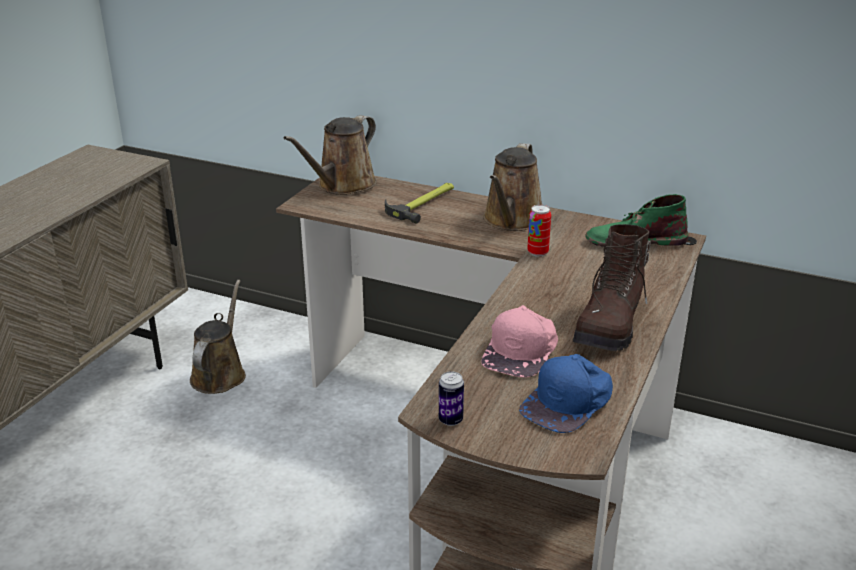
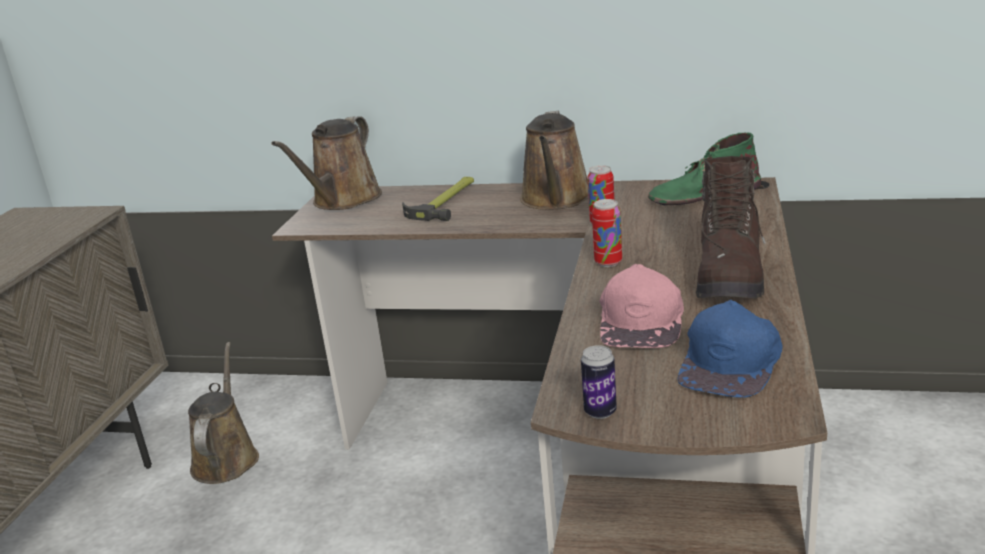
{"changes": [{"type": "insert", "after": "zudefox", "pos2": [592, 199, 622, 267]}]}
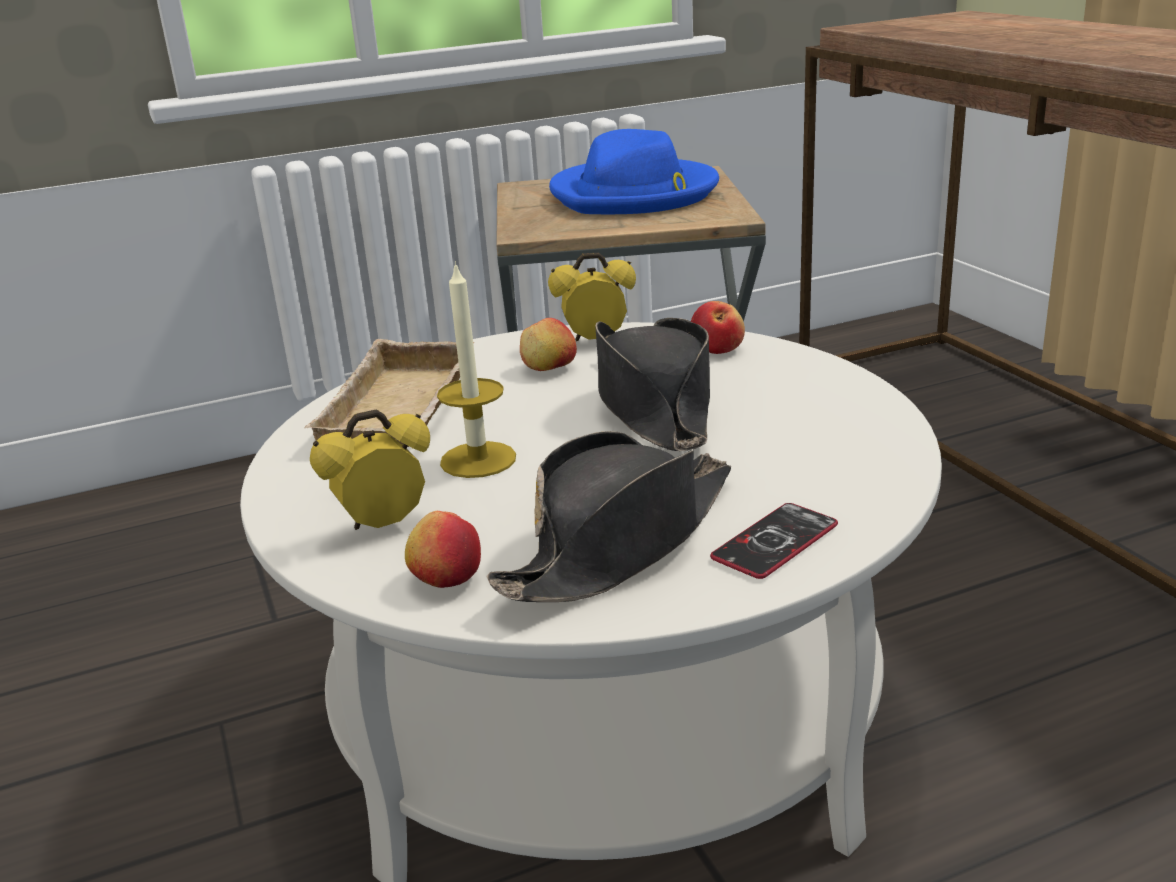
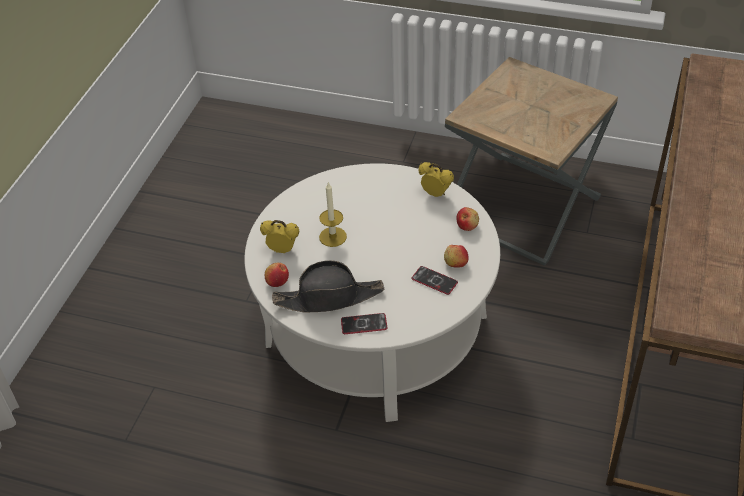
{"changes": [{"type": "insert", "after": "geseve", "pos2": [411, 266, 458, 295]}, {"type": "move", "before": "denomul", "pos1": [520, 318, 577, 371], "pos2": [444, 245, 469, 268]}, {"type": "delete", "before": "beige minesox", "pos1": [304, 339, 474, 447]}, {"type": "delete", "before": "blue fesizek", "pos1": [549, 129, 719, 214]}, {"type": "delete", "before": "black fesizek", "pos1": [595, 318, 710, 451]}]}
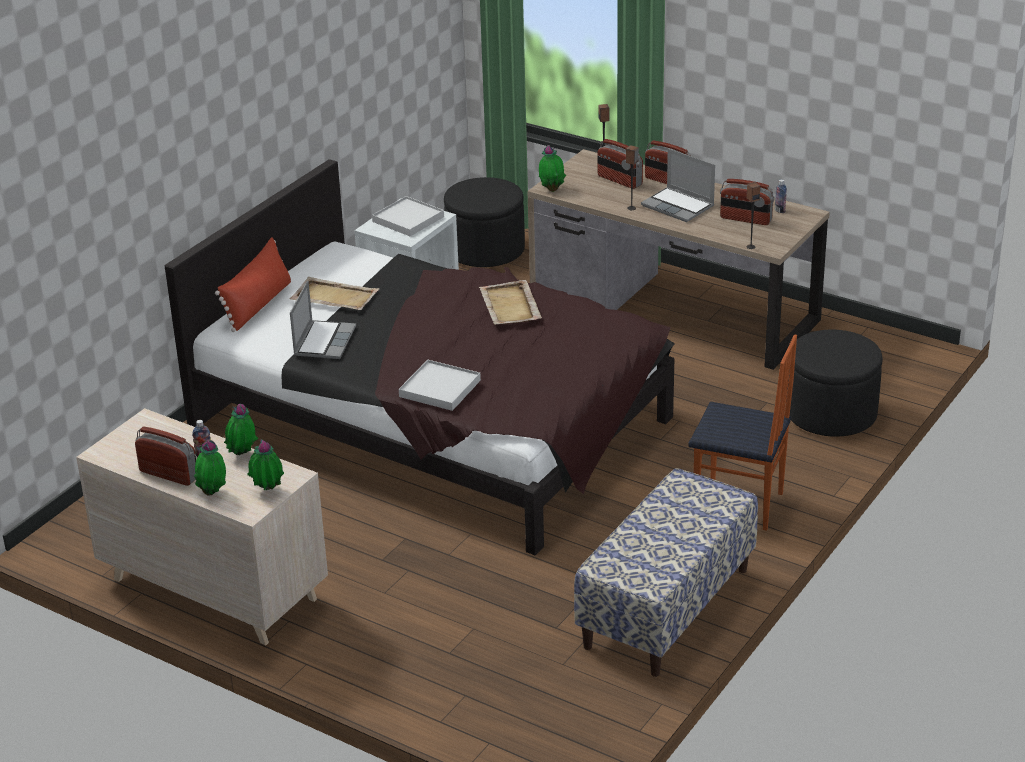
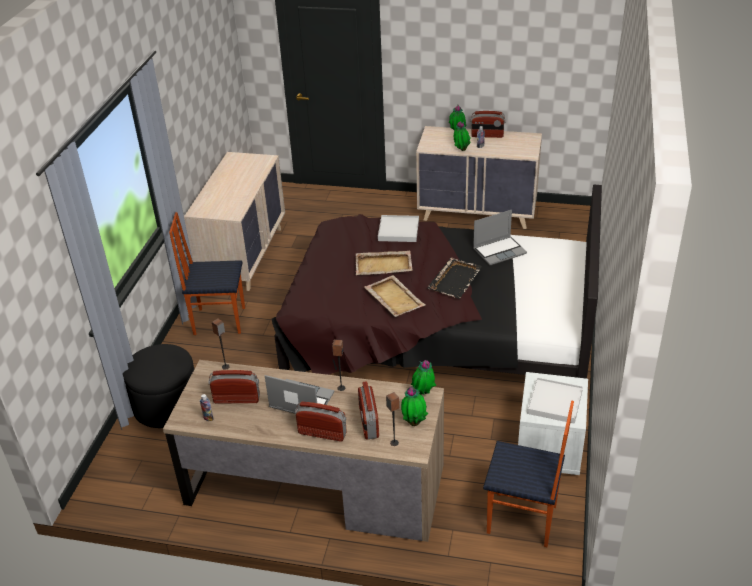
{"changes": [{"type": "replace", "before": "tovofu", "after": "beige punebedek", "pos1": [574, 468, 758, 677], "pos2": [184, 152, 285, 291]}, {"type": "move", "before": "beige minesox", "pos1": [290, 277, 379, 310], "pos2": [355, 251, 413, 275]}, {"type": "rotate", "before": "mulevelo", "pos1": [597, 139, 643, 189], "pos2": [358, 382, 379, 439], "turn": -120}, {"type": "move", "before": "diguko", "pos1": [247, 439, 284, 491], "pos2": [401, 386, 428, 426]}, {"type": "insert", "after": "black minesox", "pos2": [428, 257, 482, 299]}, {"type": "rotate", "before": "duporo", "pos1": [290, 280, 356, 359], "pos2": [473, 210, 527, 265], "turn": -105}, {"type": "replace", "before": "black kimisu", "after": "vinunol", "pos1": [444, 177, 525, 267], "pos2": [483, 401, 574, 547]}, {"type": "delete", "before": "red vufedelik", "pos1": [215, 237, 291, 332]}]}
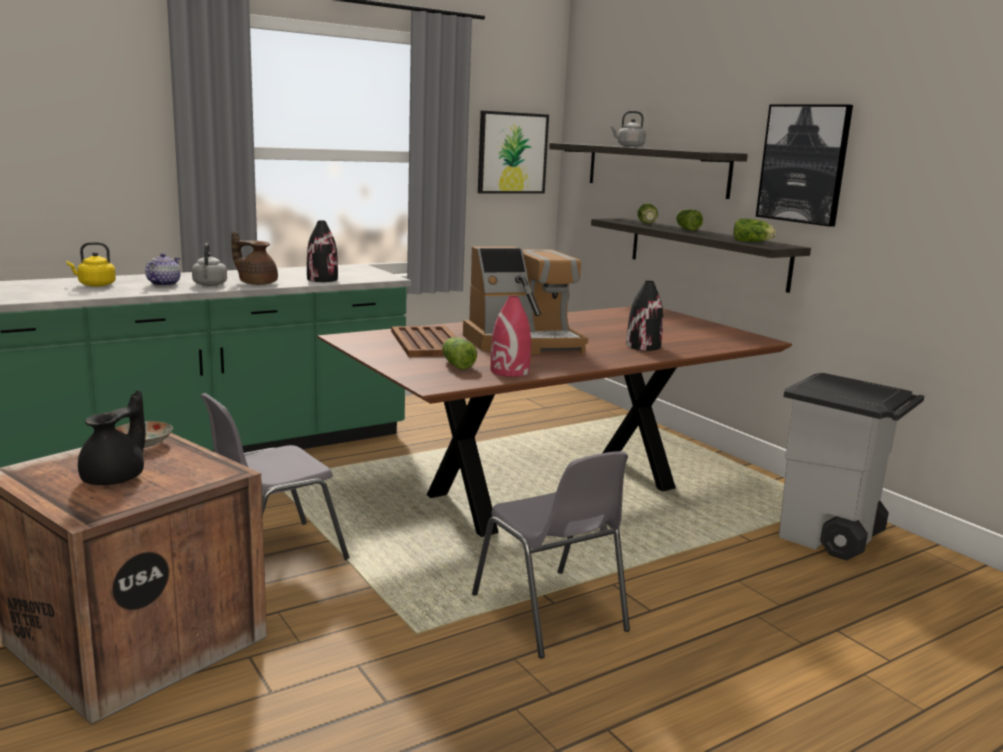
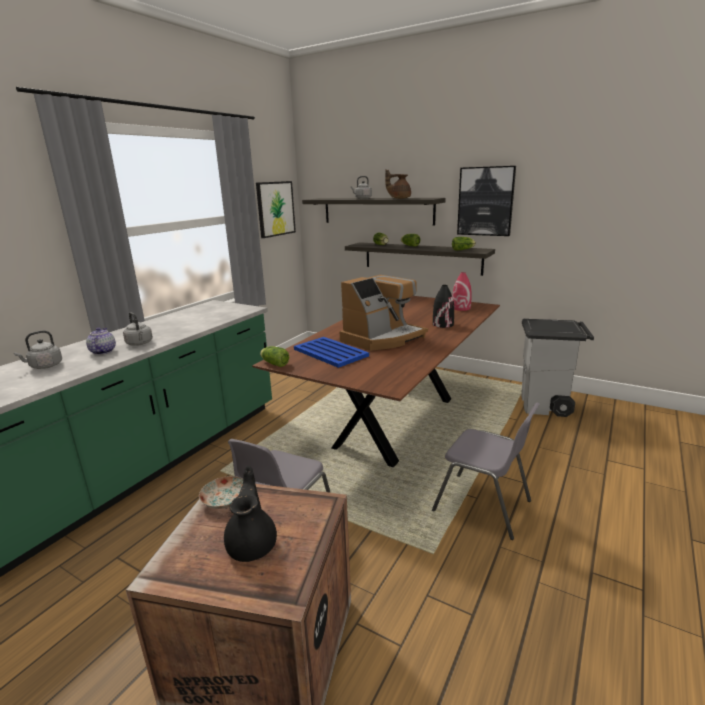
{"changes": [{"type": "recolor", "before": "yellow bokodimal", "after": "grey bokodimal", "pos1": [67, 242, 116, 287], "pos2": [14, 330, 62, 369]}, {"type": "move", "before": "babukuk", "pos1": [442, 337, 477, 369], "pos2": [260, 346, 289, 367]}, {"type": "recolor", "before": "brown minesox", "after": "blue minesox", "pos1": [391, 325, 458, 357], "pos2": [294, 337, 369, 368]}, {"type": "move", "before": "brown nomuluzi", "pos1": [231, 231, 278, 285], "pos2": [385, 169, 411, 199]}, {"type": "move", "before": "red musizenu", "pos1": [490, 296, 531, 377], "pos2": [452, 272, 471, 311]}, {"type": "delete", "before": "black musizenu", "pos1": [307, 221, 338, 282]}]}
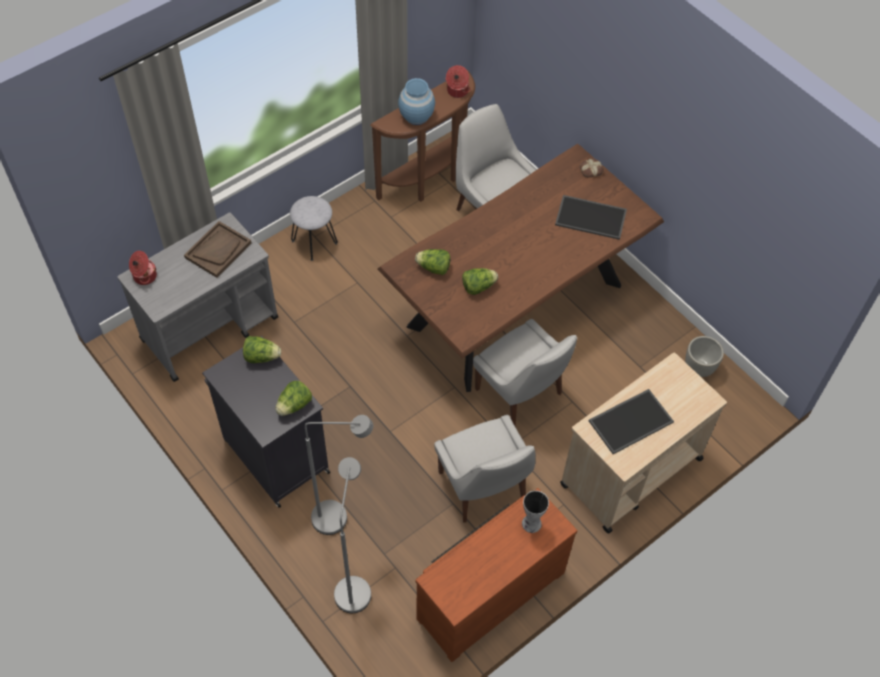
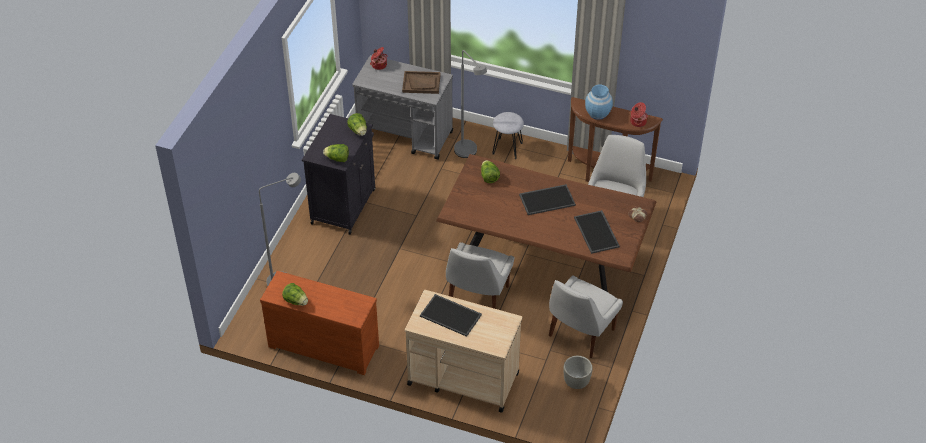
{"changes": [{"type": "move", "before": "babukuk", "pos1": [462, 268, 498, 295], "pos2": [282, 283, 308, 306]}, {"type": "move", "before": "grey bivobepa", "pos1": [305, 415, 373, 535], "pos2": [454, 50, 487, 158]}, {"type": "insert", "after": "minesox", "pos2": [519, 184, 576, 215]}, {"type": "move", "before": "white vinunol", "pos1": [434, 415, 536, 523], "pos2": [549, 275, 623, 358]}, {"type": "delete", "before": "musizenu", "pos1": [522, 490, 549, 533]}]}
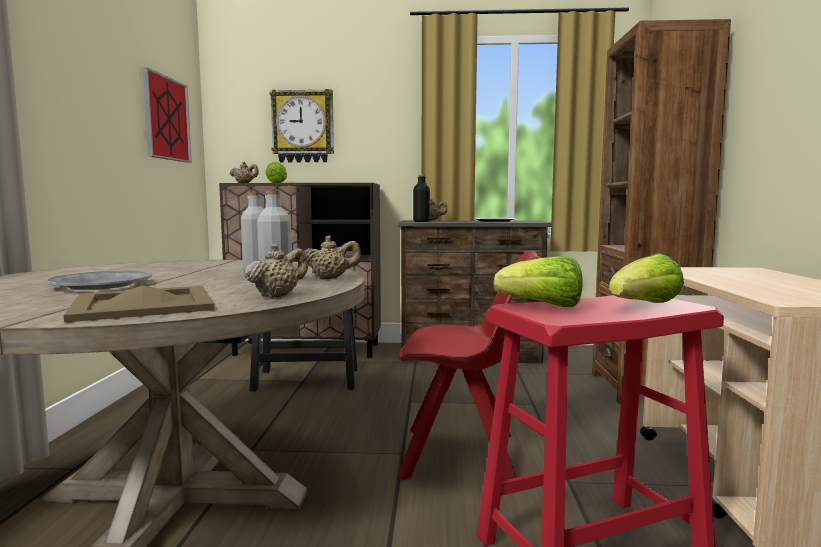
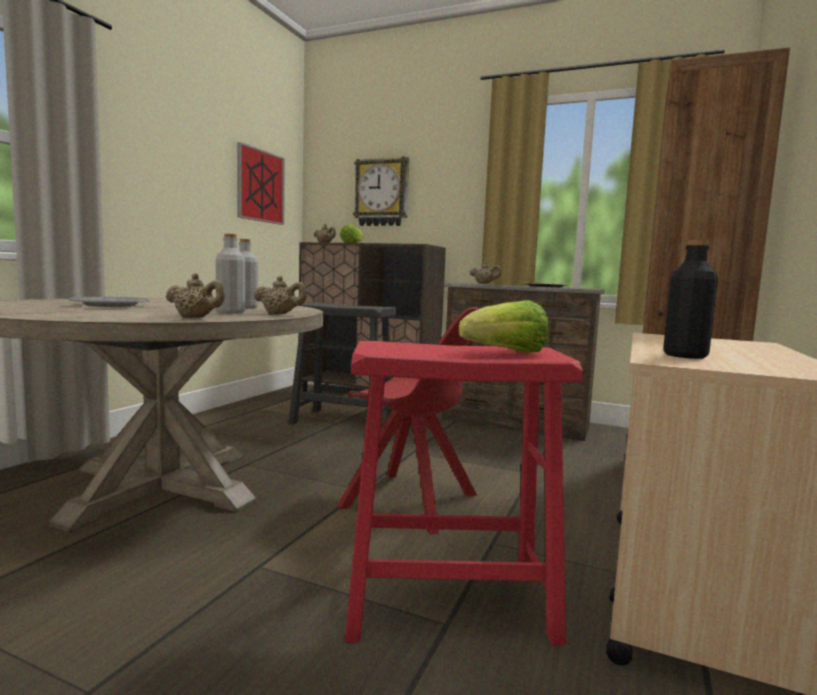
{"changes": [{"type": "rotate", "before": "beige nomuluzi", "pos1": [244, 243, 308, 298], "pos2": [165, 273, 225, 318], "turn": 45}, {"type": "move", "before": "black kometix", "pos1": [413, 174, 430, 222], "pos2": [663, 240, 718, 359]}, {"type": "delete", "before": "beige minesox", "pos1": [64, 285, 214, 323]}, {"type": "delete", "before": "babukuk", "pos1": [493, 256, 583, 307]}]}
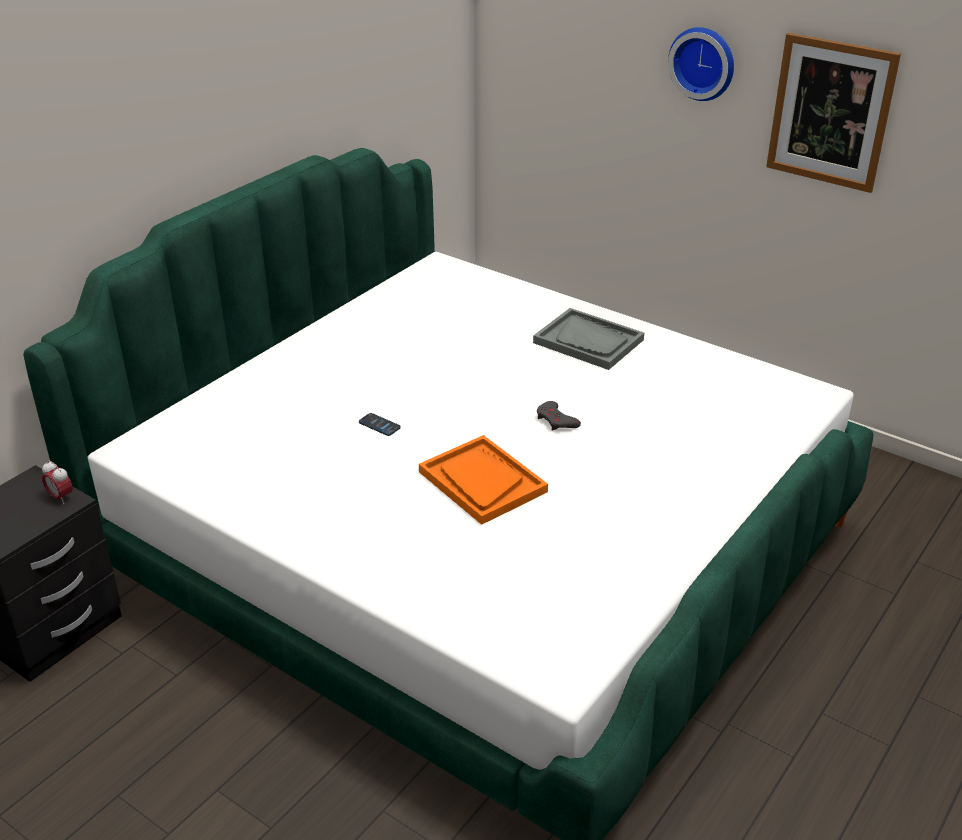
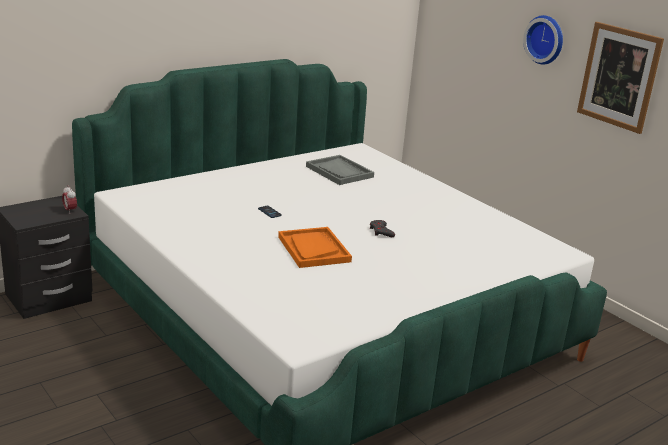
{"changes": [{"type": "move", "before": "grey minesox", "pos1": [533, 308, 644, 370], "pos2": [306, 155, 374, 185]}]}
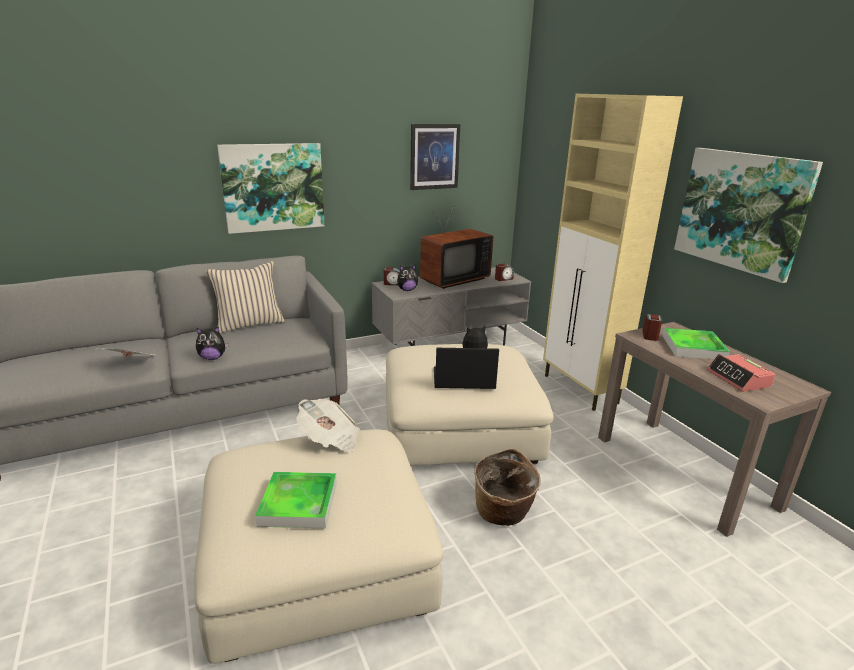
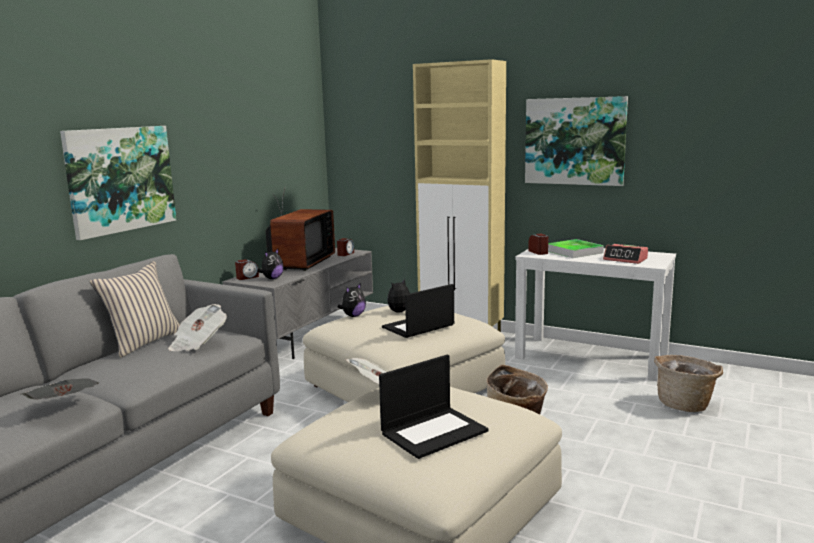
{"changes": [{"type": "insert", "after": "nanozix", "pos2": [168, 304, 227, 351]}, {"type": "move", "before": "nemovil", "pos1": [196, 326, 229, 360], "pos2": [338, 283, 366, 317]}, {"type": "replace", "before": "minesox", "after": "duporo", "pos1": [255, 472, 337, 528], "pos2": [379, 355, 488, 459]}, {"type": "recolor", "before": "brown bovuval", "after": "white bovuval", "pos1": [598, 322, 831, 537], "pos2": [515, 248, 676, 381]}, {"type": "insert", "after": "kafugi", "pos2": [654, 355, 723, 412]}, {"type": "delete", "before": "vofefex", "pos1": [410, 124, 460, 190]}]}
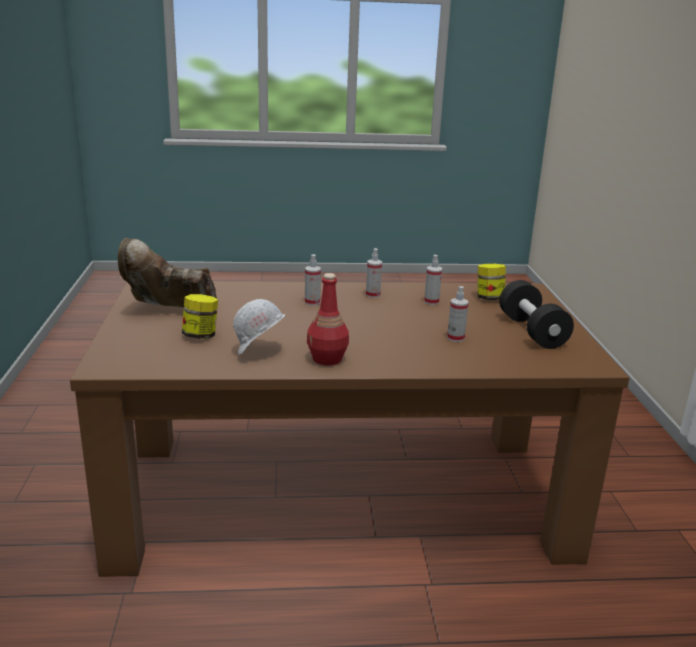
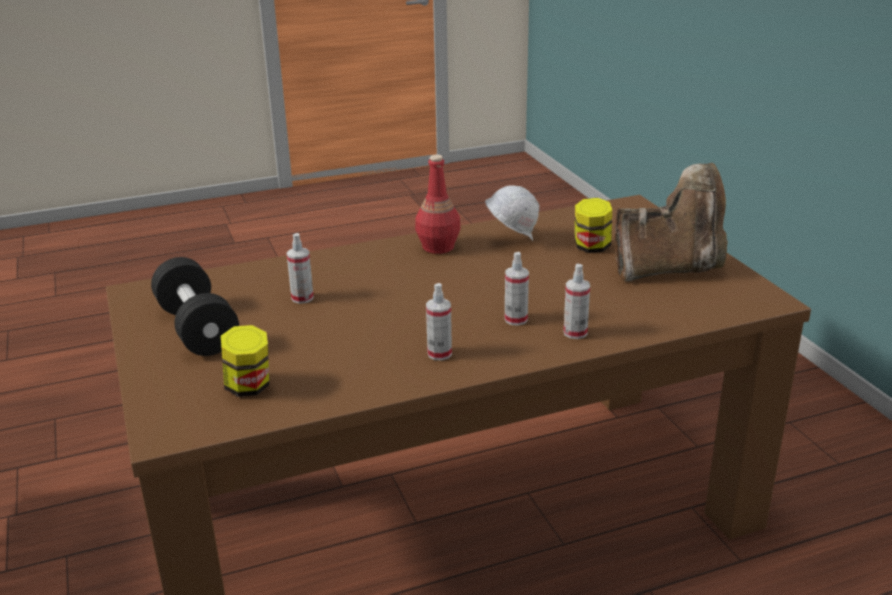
{"changes": [{"type": "move", "before": "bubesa", "pos1": [424, 255, 442, 305], "pos2": [564, 264, 590, 339]}]}
